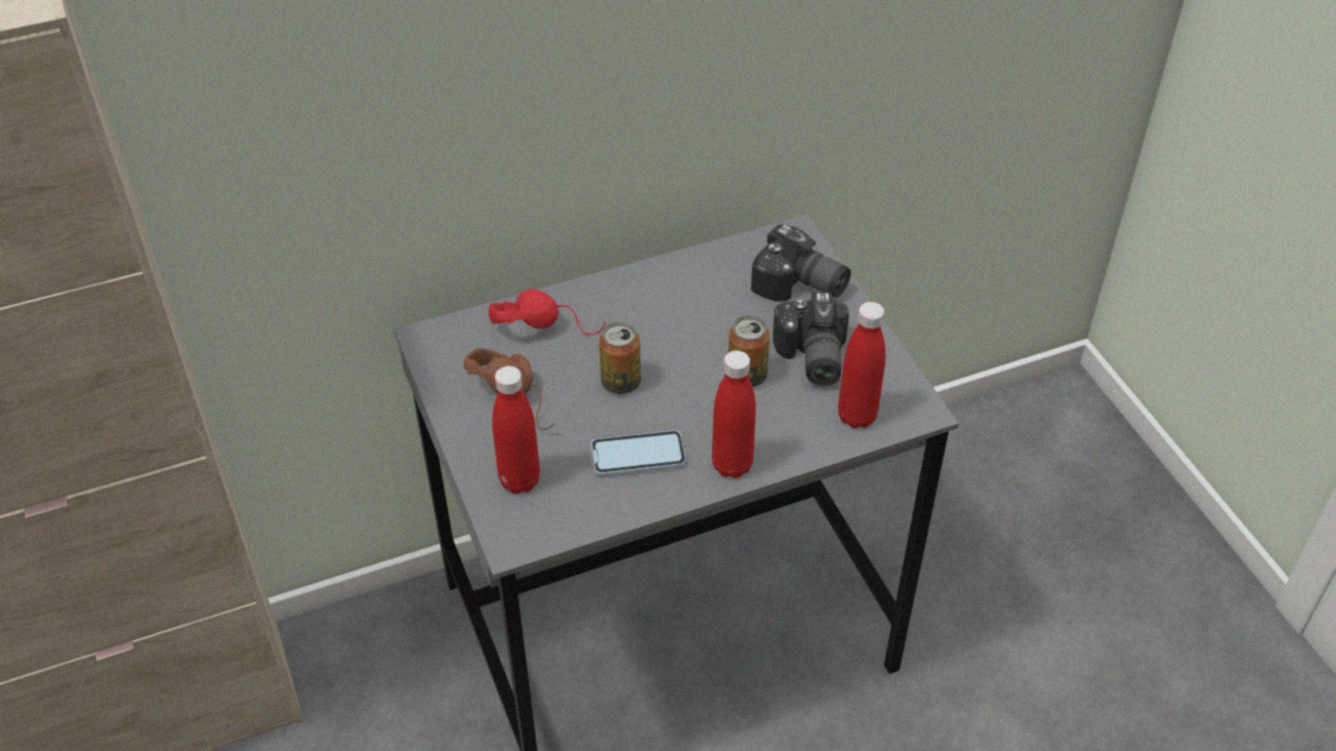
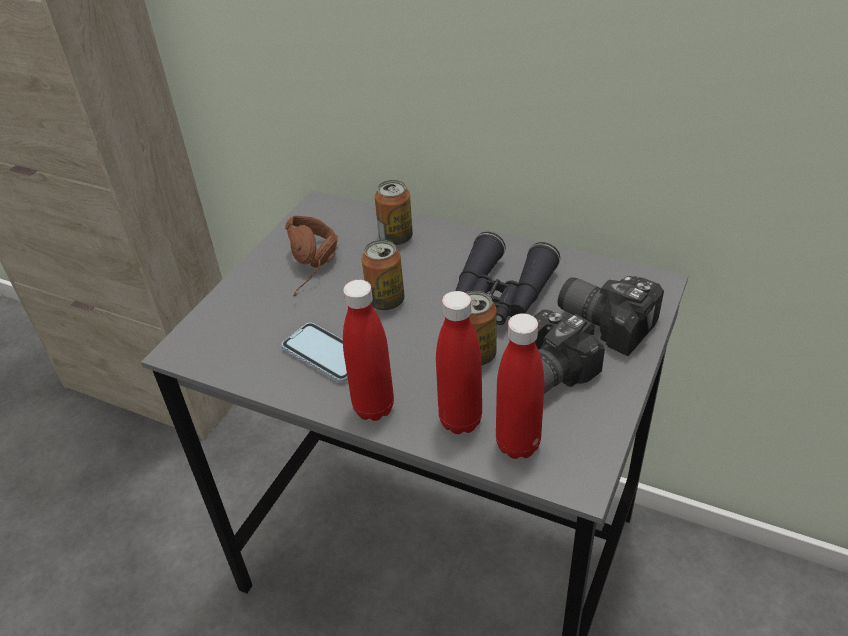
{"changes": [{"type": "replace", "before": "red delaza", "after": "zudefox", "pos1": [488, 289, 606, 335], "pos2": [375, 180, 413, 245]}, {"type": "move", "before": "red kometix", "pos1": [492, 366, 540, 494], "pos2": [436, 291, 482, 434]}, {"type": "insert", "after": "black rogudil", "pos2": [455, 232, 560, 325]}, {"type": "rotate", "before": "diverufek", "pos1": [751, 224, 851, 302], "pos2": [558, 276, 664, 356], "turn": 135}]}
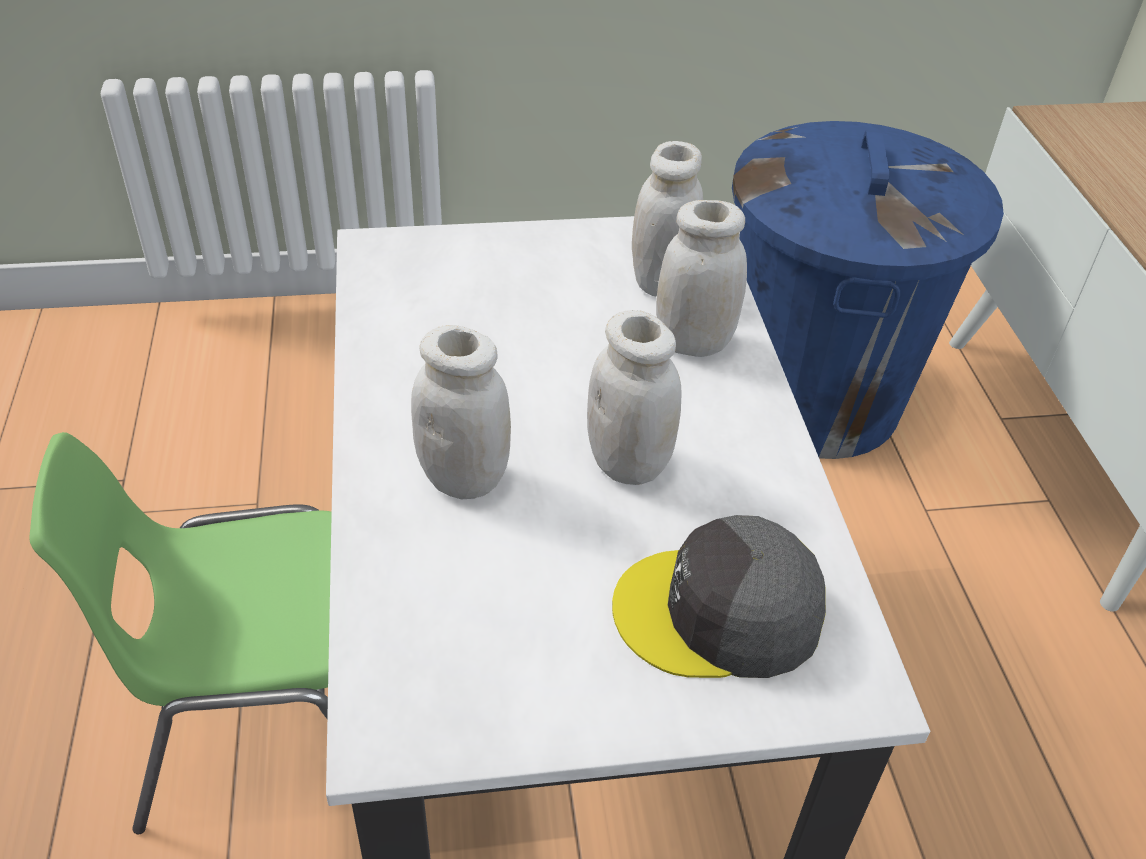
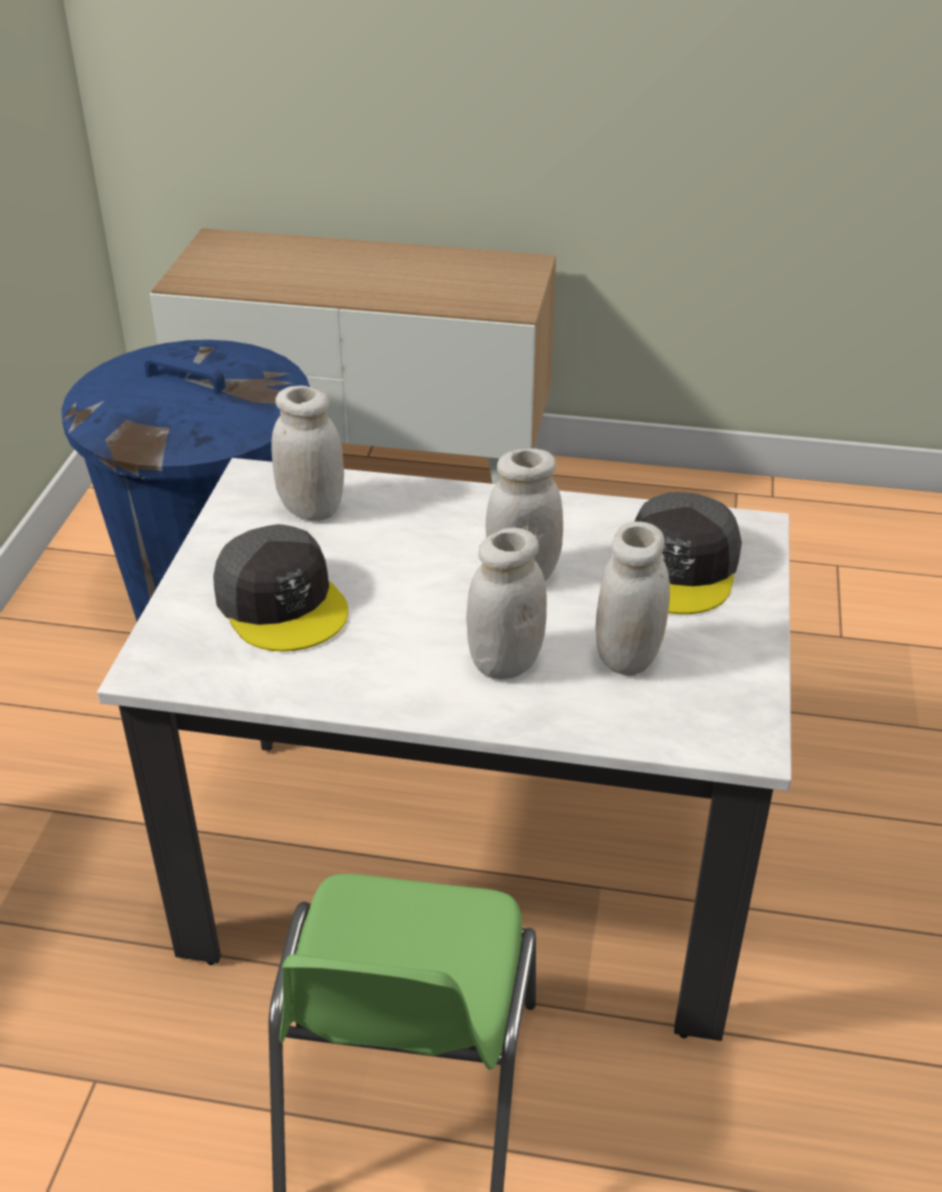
{"changes": [{"type": "insert", "after": "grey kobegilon", "pos2": [213, 524, 348, 652]}, {"type": "move", "before": "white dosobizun", "pos1": [656, 200, 747, 357], "pos2": [595, 521, 670, 676]}]}
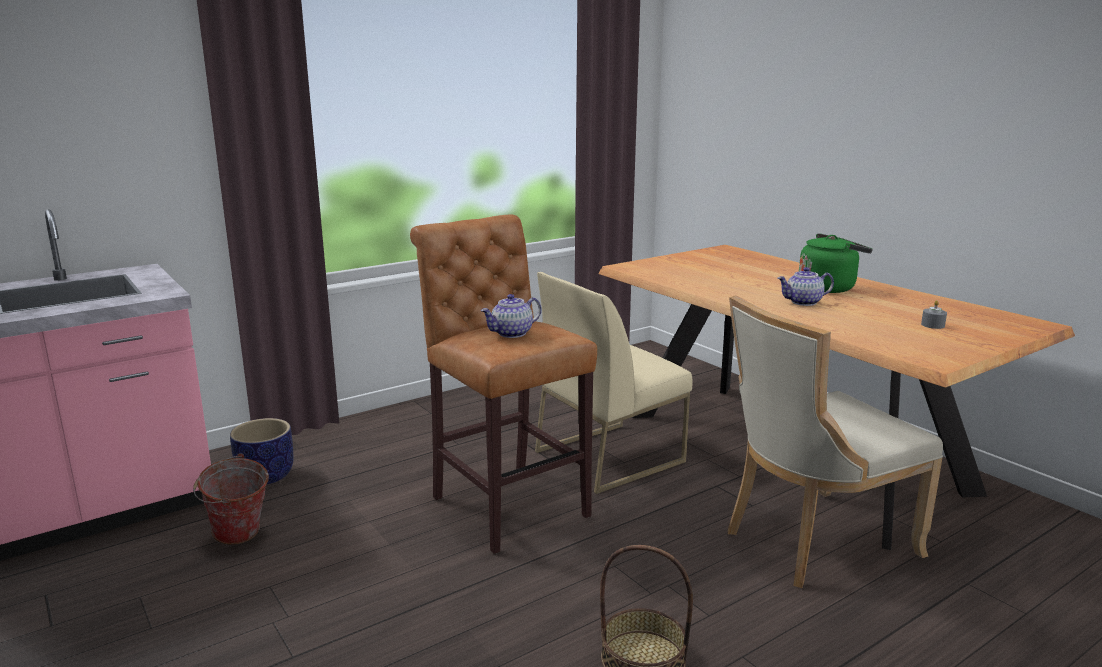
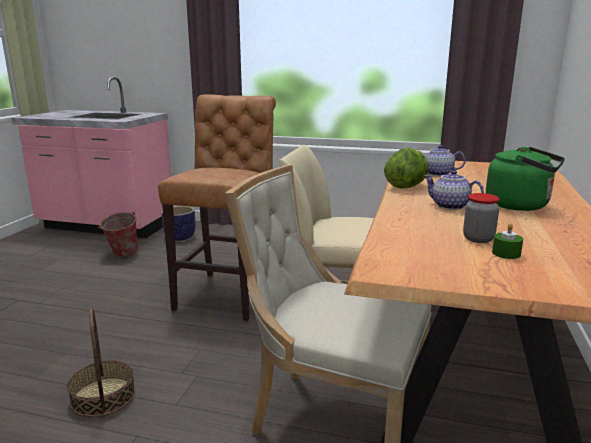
{"changes": [{"type": "insert", "after": "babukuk", "pos2": [384, 148, 429, 188]}, {"type": "move", "before": "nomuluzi", "pos1": [480, 294, 541, 338], "pos2": [419, 145, 466, 176]}, {"type": "insert", "after": "dosobizun", "pos2": [463, 193, 499, 243]}, {"type": "recolor", "before": "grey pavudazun", "after": "green pavudazun", "pos1": [921, 300, 947, 329], "pos2": [492, 223, 523, 259]}]}
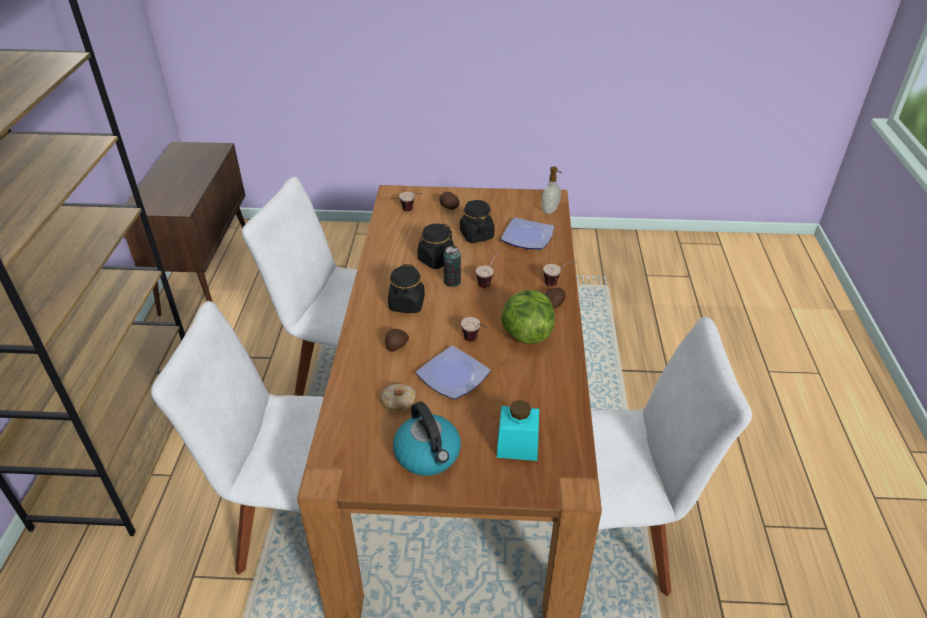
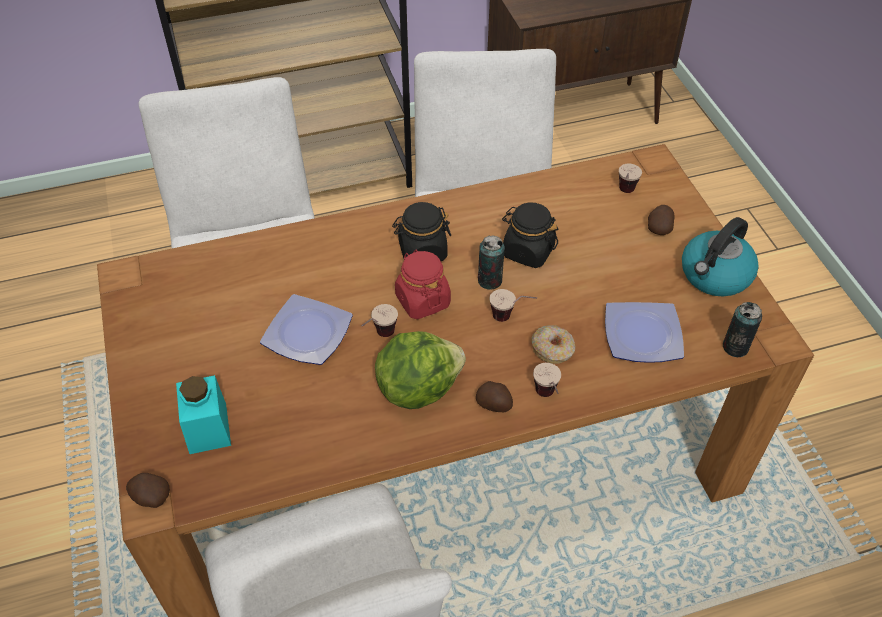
{"changes": [{"type": "move", "before": "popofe", "pos1": [385, 329, 409, 352], "pos2": [126, 473, 170, 508]}, {"type": "insert", "after": "red dosobizun", "pos2": [395, 250, 451, 319]}, {"type": "move", "before": "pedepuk", "pos1": [380, 384, 416, 412], "pos2": [531, 325, 576, 364]}, {"type": "move", "before": "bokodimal", "pos1": [393, 402, 461, 476], "pos2": [682, 217, 759, 297]}, {"type": "replace", "before": "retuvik", "after": "zudefox", "pos1": [542, 166, 562, 214], "pos2": [723, 302, 762, 357]}, {"type": "delete", "before": "black dosobizun", "pos1": [460, 200, 494, 243]}]}
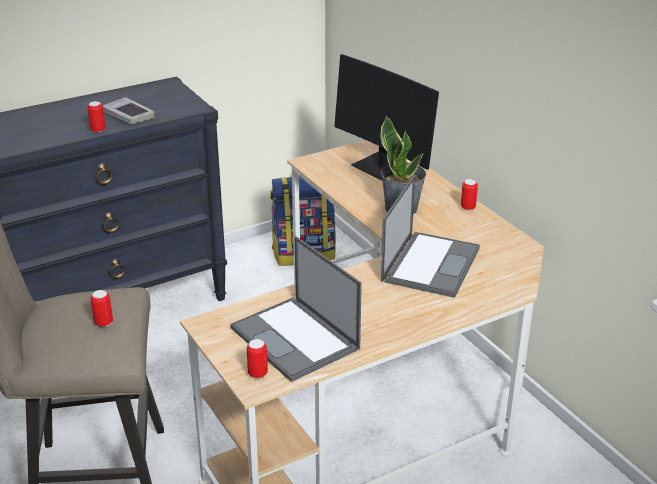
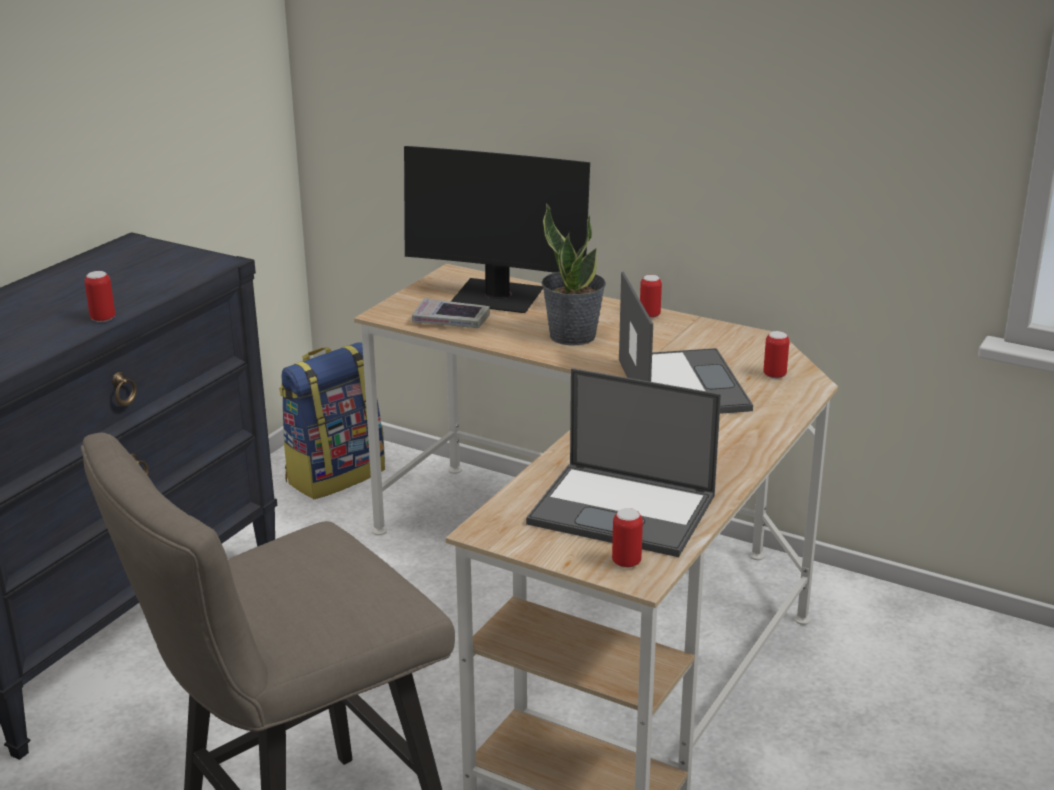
{"changes": [{"type": "move", "before": "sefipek", "pos1": [103, 97, 155, 124], "pos2": [412, 298, 490, 328]}, {"type": "move", "before": "zudefox", "pos1": [91, 290, 113, 327], "pos2": [763, 331, 789, 379]}]}
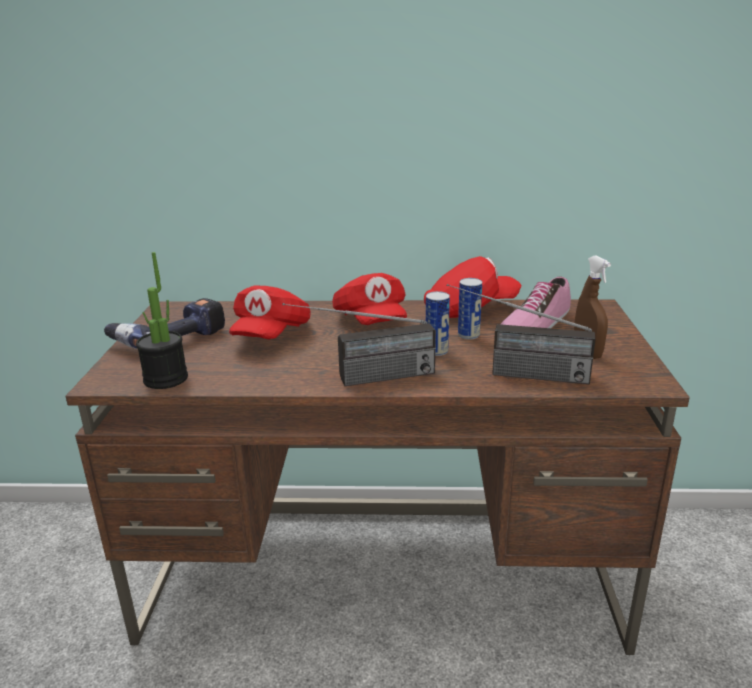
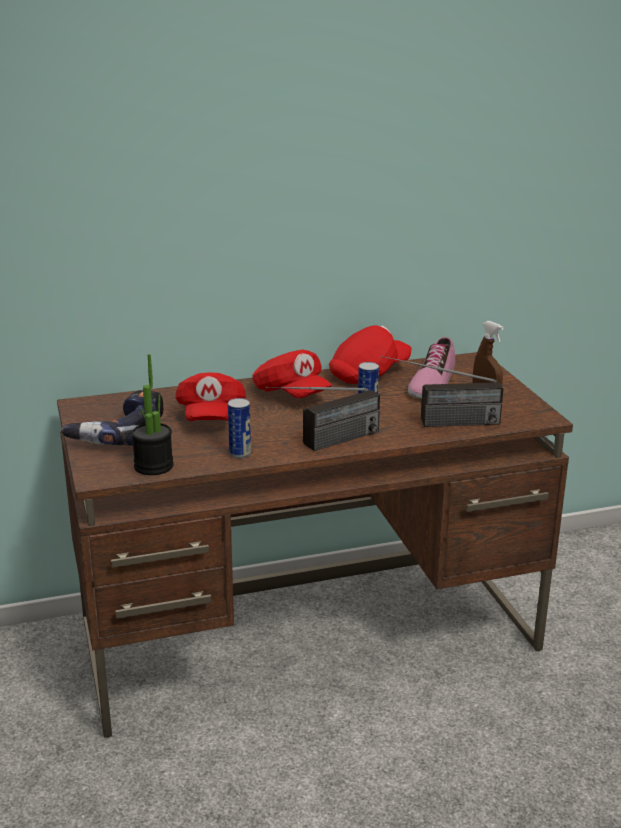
{"changes": [{"type": "move", "before": "zudefox", "pos1": [458, 278, 482, 340], "pos2": [228, 398, 251, 458]}]}
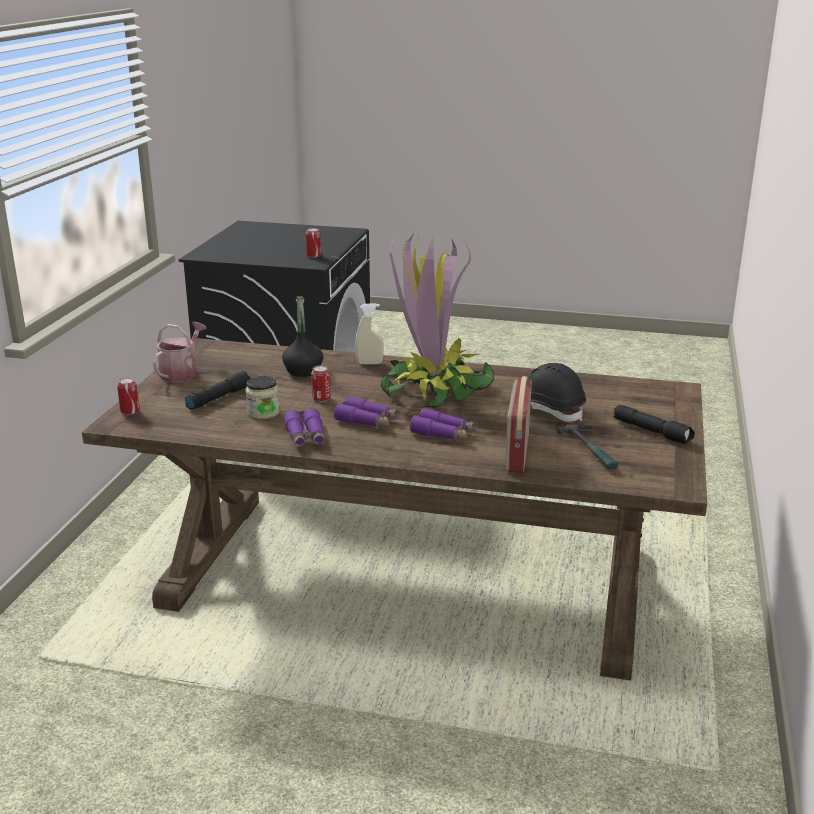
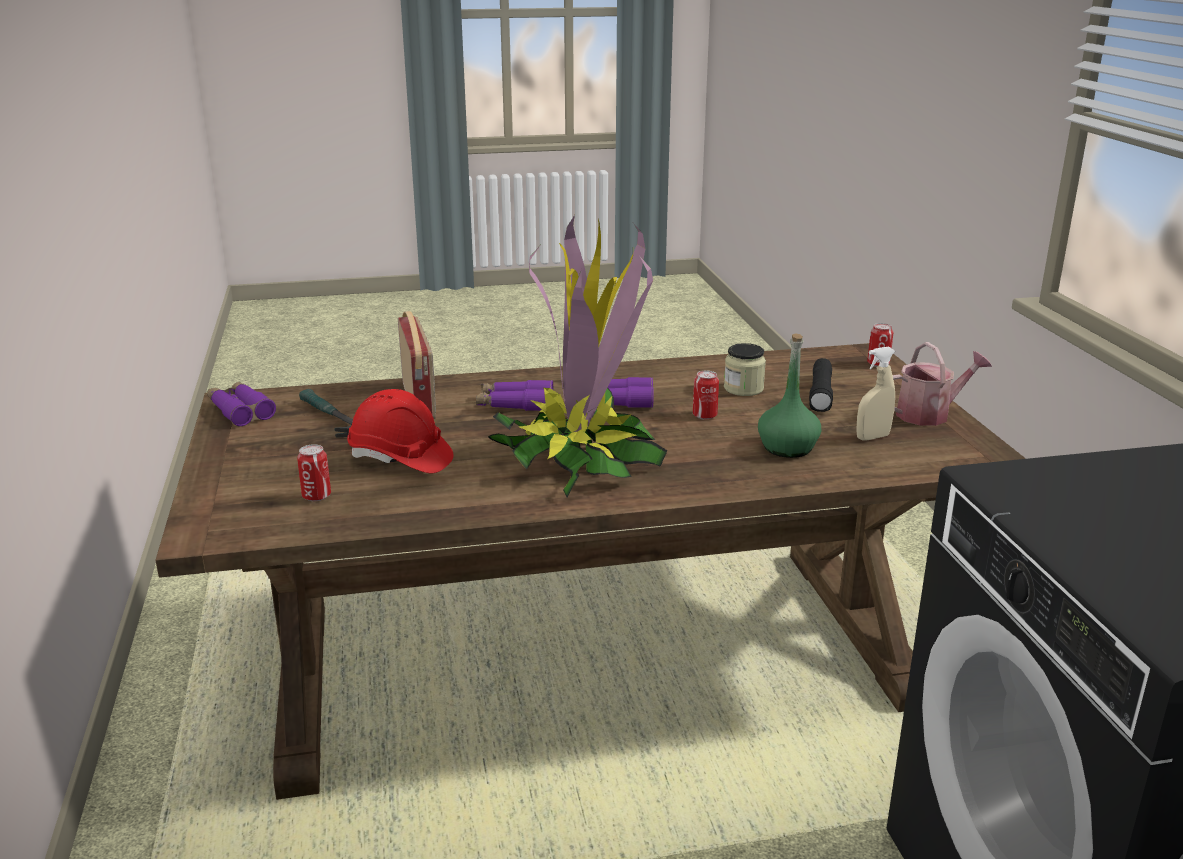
{"changes": [{"type": "move", "before": "purple rogudil", "pos1": [283, 408, 325, 448], "pos2": [207, 382, 276, 427]}, {"type": "move", "before": "zudefox", "pos1": [306, 228, 321, 258], "pos2": [297, 444, 331, 501]}, {"type": "recolor", "before": "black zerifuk", "after": "red zerifuk", "pos1": [528, 363, 586, 422], "pos2": [347, 389, 454, 473]}, {"type": "recolor", "before": "black kometix", "after": "green kometix", "pos1": [282, 296, 323, 377], "pos2": [758, 334, 821, 458]}, {"type": "move", "before": "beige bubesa", "pos1": [356, 303, 384, 364], "pos2": [856, 347, 895, 441]}, {"type": "rotate", "before": "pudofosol", "pos1": [153, 322, 207, 382], "pos2": [893, 342, 992, 426], "turn": -105}, {"type": "delete", "before": "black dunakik", "pos1": [614, 405, 695, 444]}]}
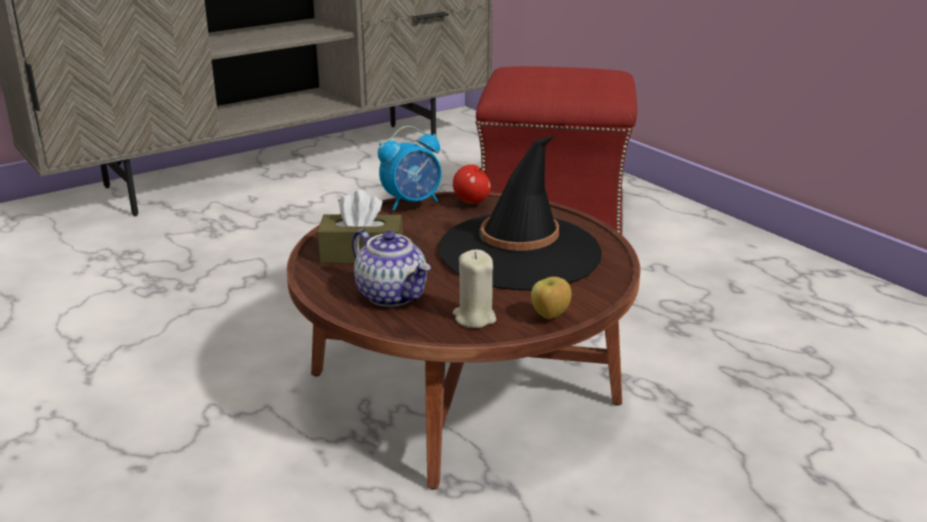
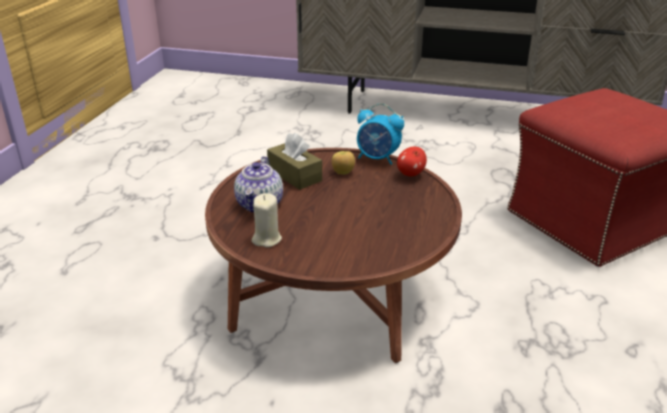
{"changes": [{"type": "move", "before": "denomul", "pos1": [531, 277, 572, 319], "pos2": [332, 151, 355, 174]}, {"type": "delete", "before": "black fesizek", "pos1": [438, 135, 602, 290]}]}
